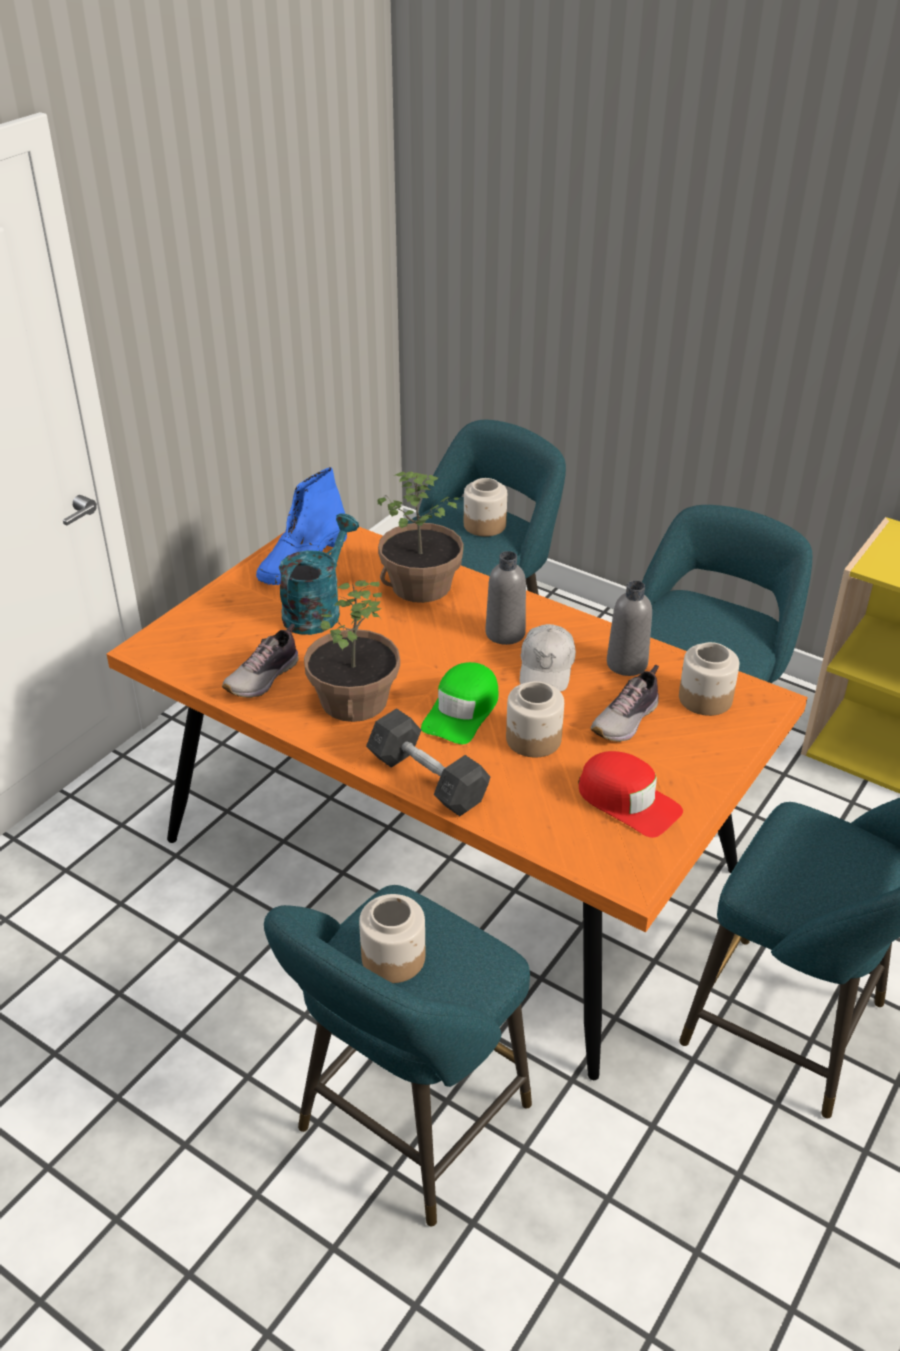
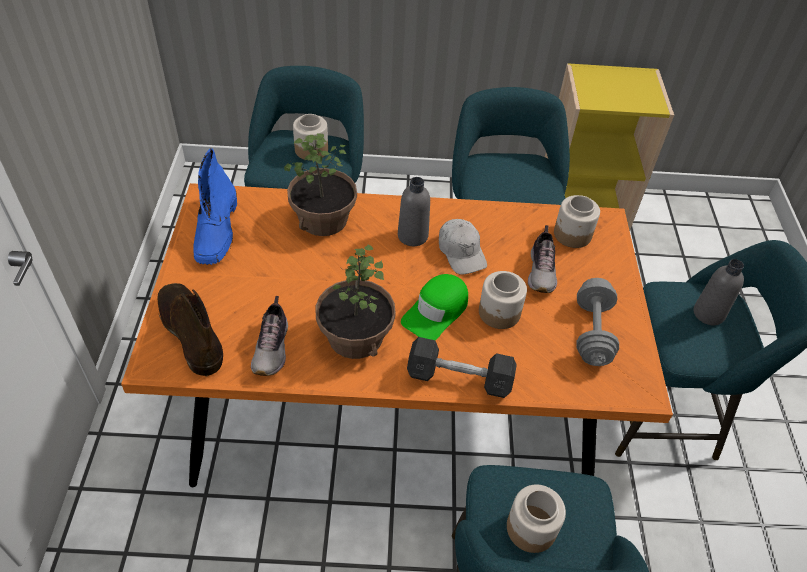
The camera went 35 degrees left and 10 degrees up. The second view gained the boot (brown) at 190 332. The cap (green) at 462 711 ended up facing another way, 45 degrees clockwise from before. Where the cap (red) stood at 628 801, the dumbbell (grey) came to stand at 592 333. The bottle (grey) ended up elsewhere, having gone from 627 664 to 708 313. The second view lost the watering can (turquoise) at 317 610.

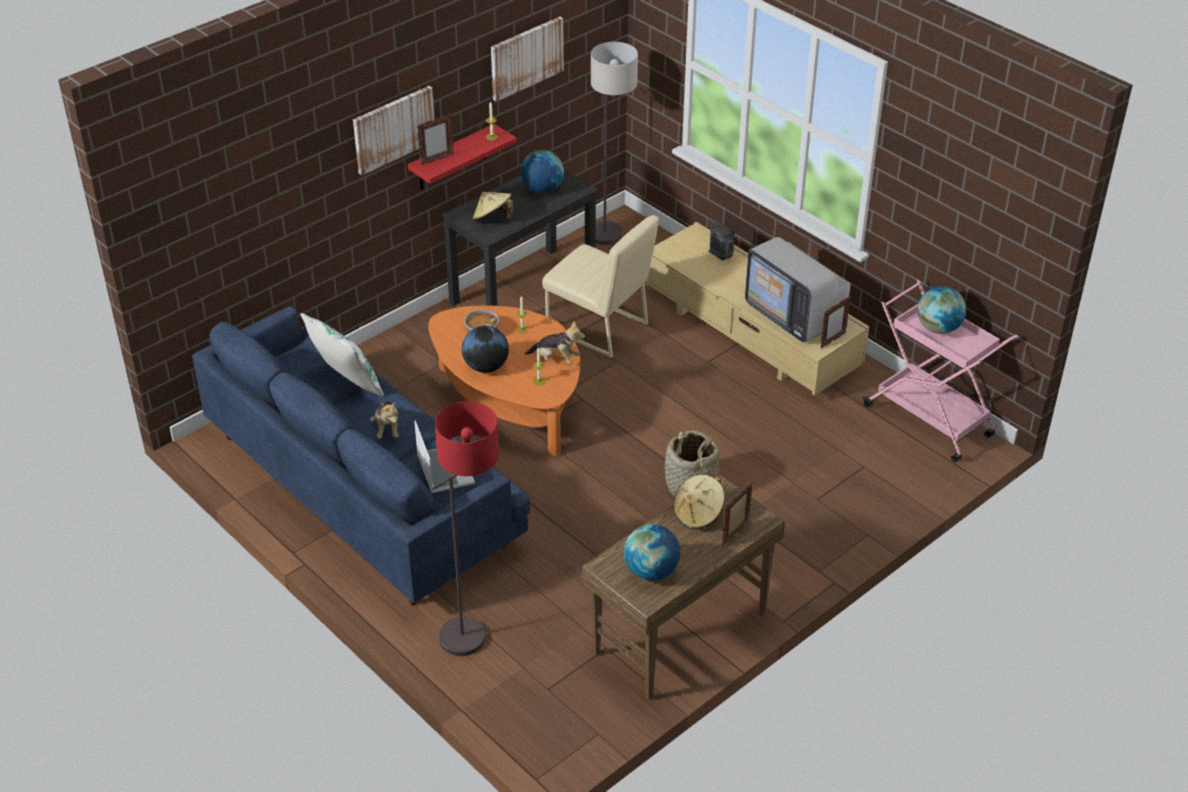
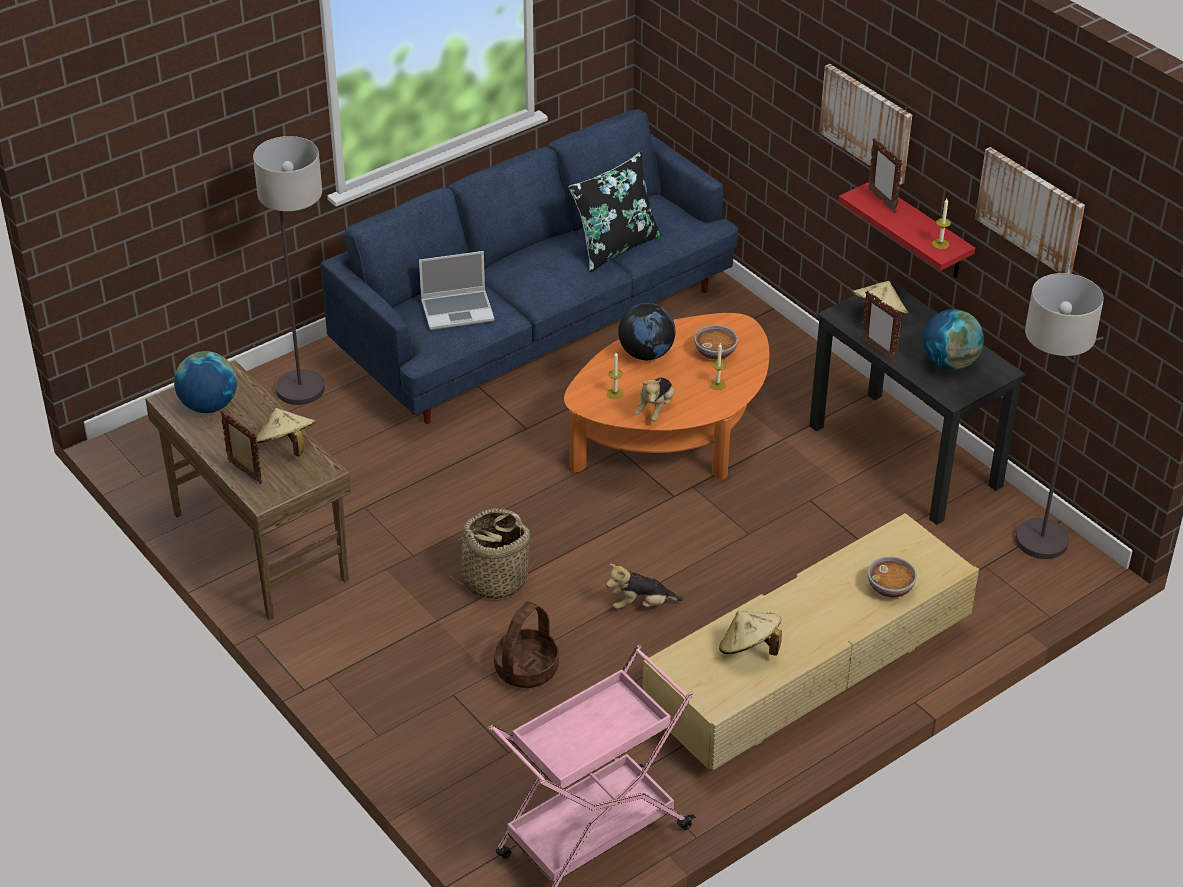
The camera went 95 degrees right and 0 degrees up. What was the floor lamp (red) at 473 631 turned into the floor lamp (grey) at 308 397. The second view gained the basket at 526 668. What was the pillow (white) at 346 384 turned into the pillow (black) at 615 247. The plush toy ended up elsewhere, having gone from 387 428 to 641 605. Where the television stood at 794 315, the hat (beige) came to stand at 749 649. The picture frame ended up elsewhere, having gone from 832 341 to 878 351. Where the radio stood at 721 257, the bowl came to stand at 890 588. The second view lost the chair (beige) at 599 327. The second view lost the globe at 938 328.

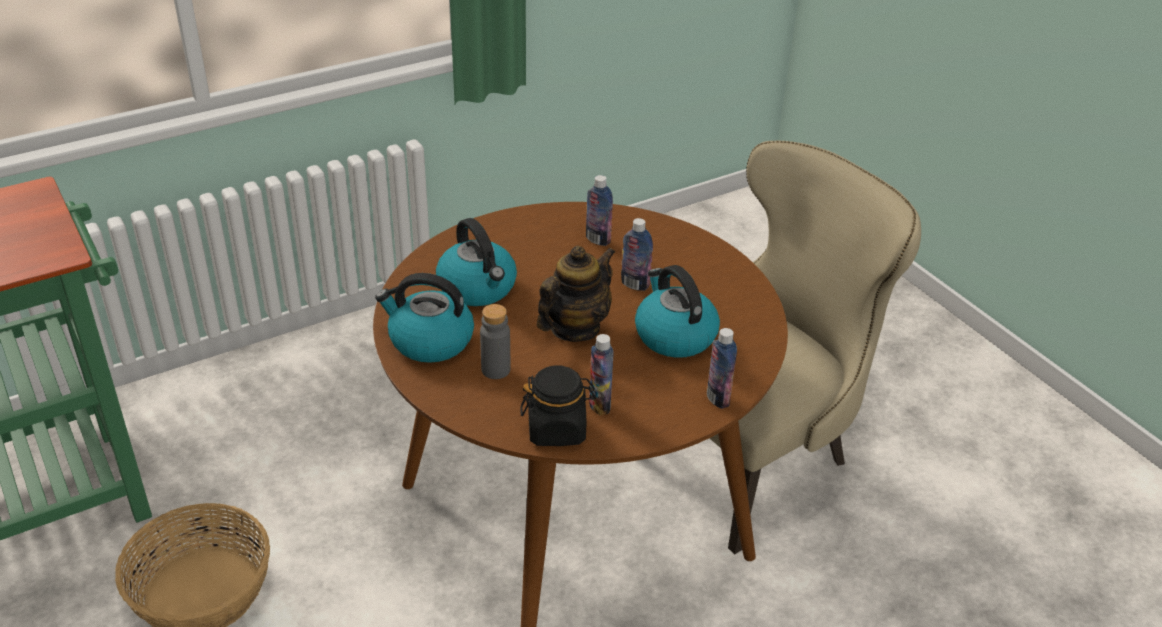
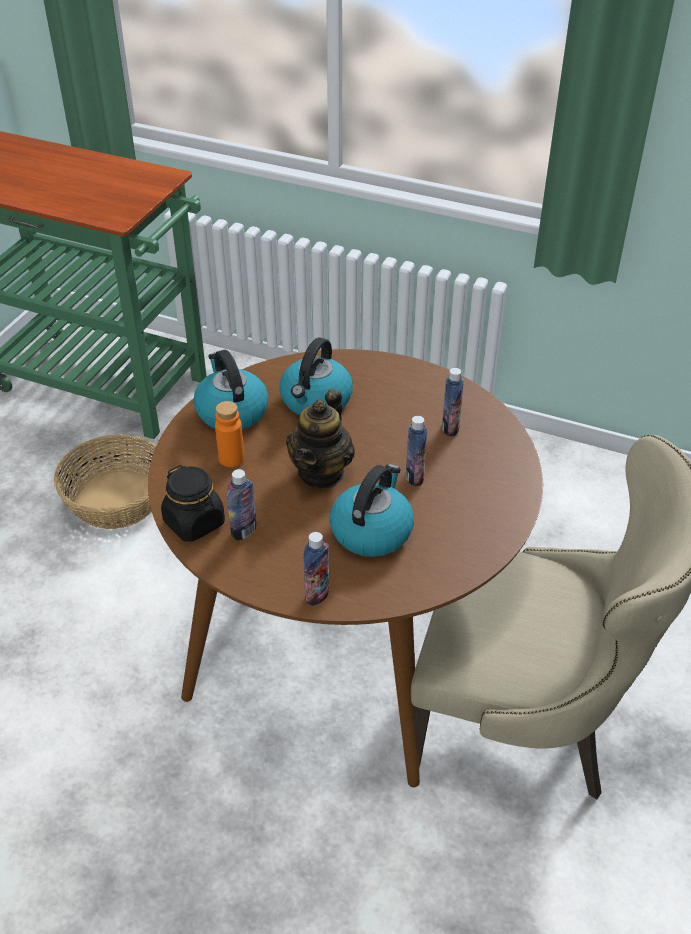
The camera went 55 degrees right and 5 degrees up. What was the bottle (grey) at 495 370 turned into the bottle (orange) at 231 458. The teapot at 574 328 ended up facing another way, 105 degrees clockwise from before.

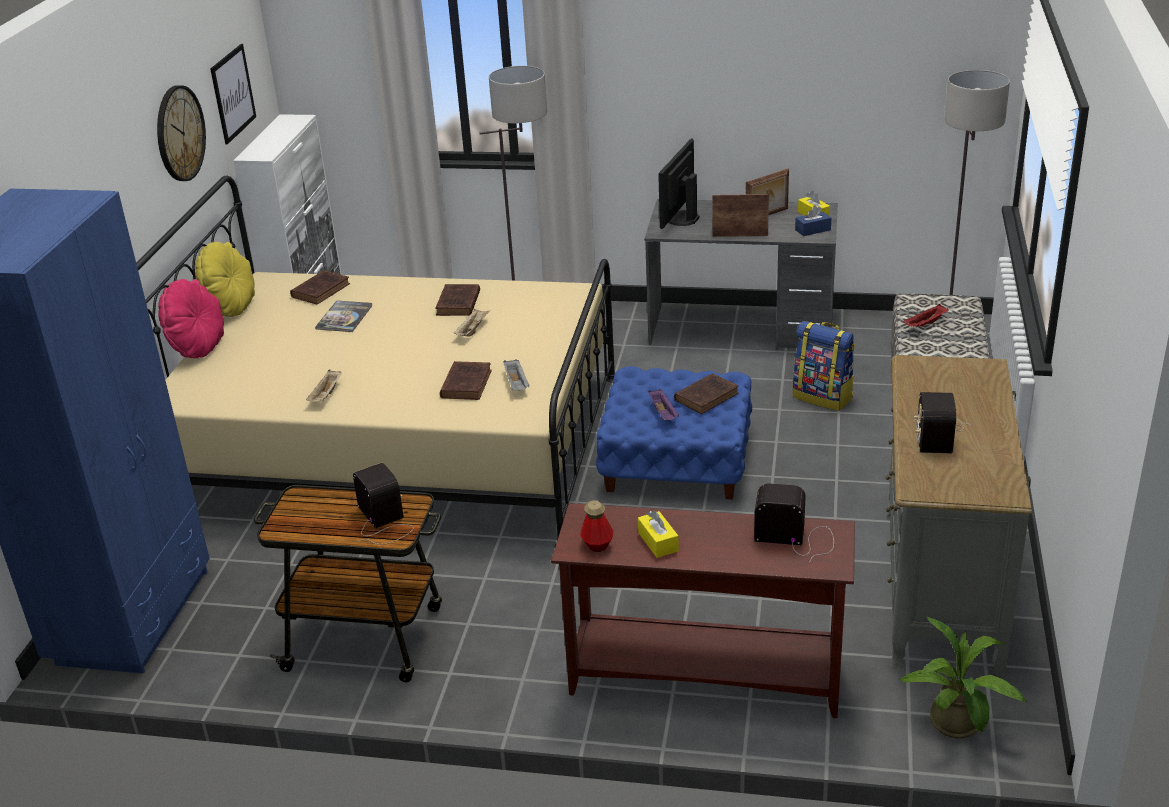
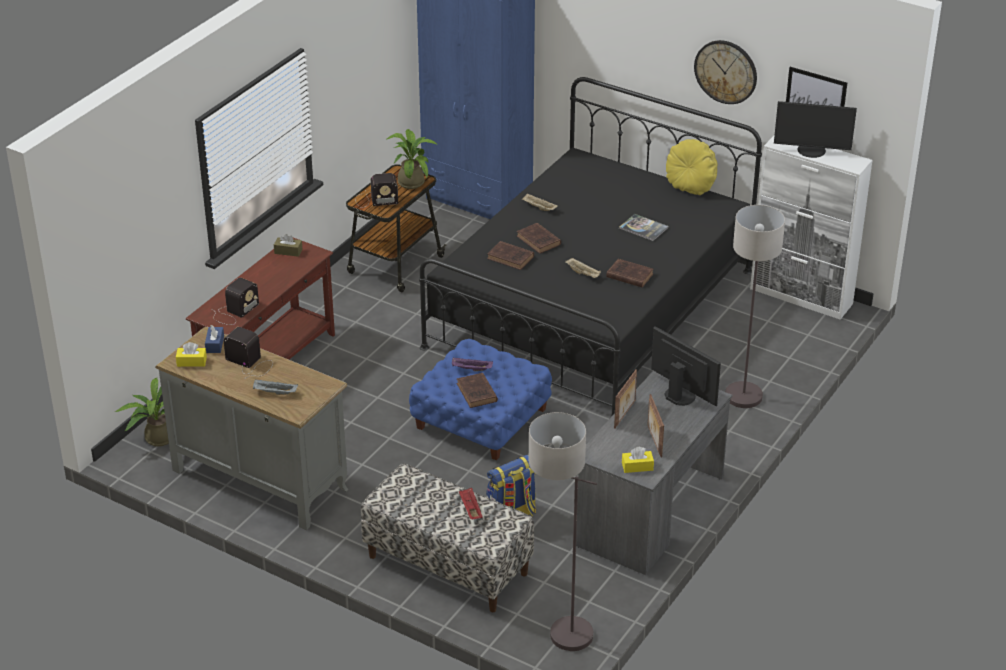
The camera went 110 degrees right and 5 degrees up. The tissue box (yellow) ended up elsewhere, having gone from 658 542 to 191 362. The tissue box (blue) ended up elsewhere, having gone from 812 230 to 215 344. The tray (grey) ended up elsewhere, having gone from 517 384 to 274 393. Where the bottle stood at 597 544, the tissue box (brown) came to stand at 288 251. The second view gained the potted plant at 412 181. What was the bed (beige) at 399 444 turned into the bed (black) at 590 308. The book (brown) ended up elsewhere, having gone from 321 290 to 539 241. The second view gained the monitor at 811 151. The second view lost the pillow (pink) at 198 350.

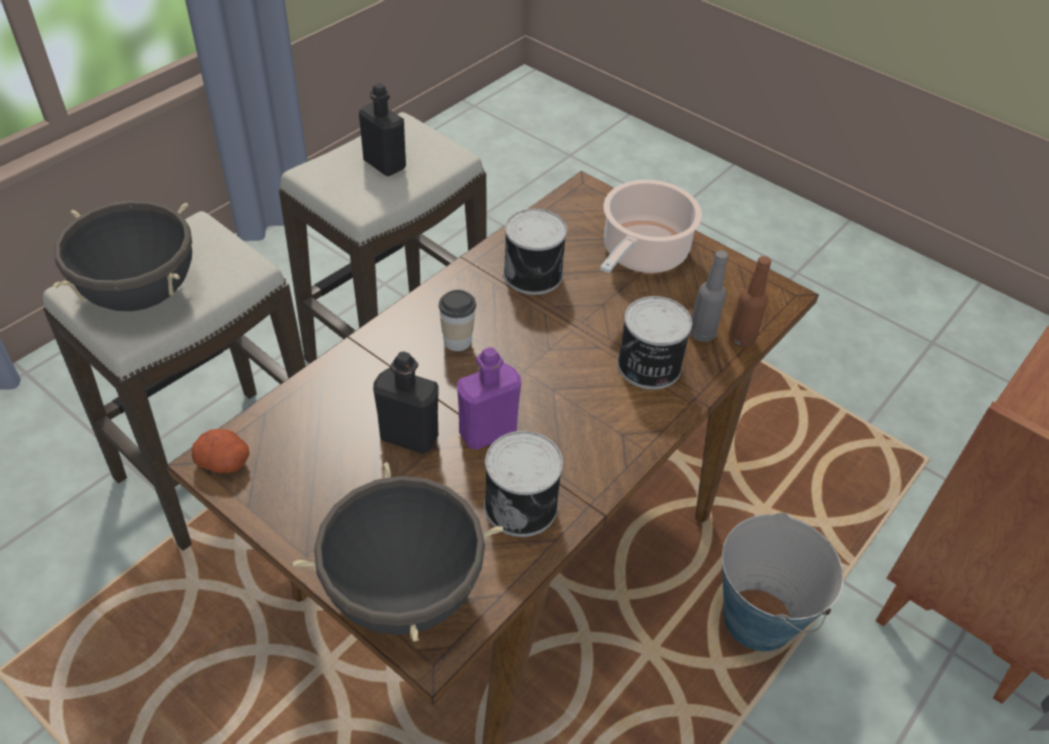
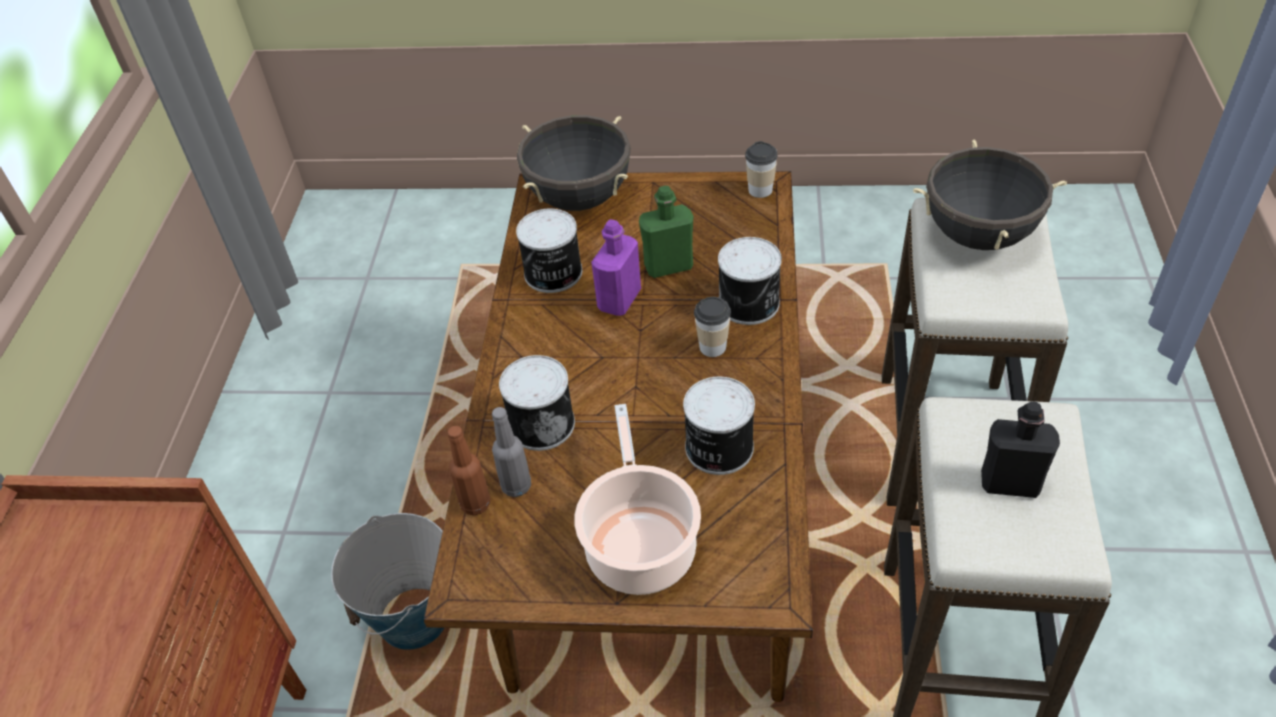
The camera went 150 degrees right and 0 degrees up. What was the bottle (black) at 409 436 turned into the bottle (green) at 668 266. The second view gained the can at 750 303. Where the potato stood at 225 462, the cup came to stand at 760 190.

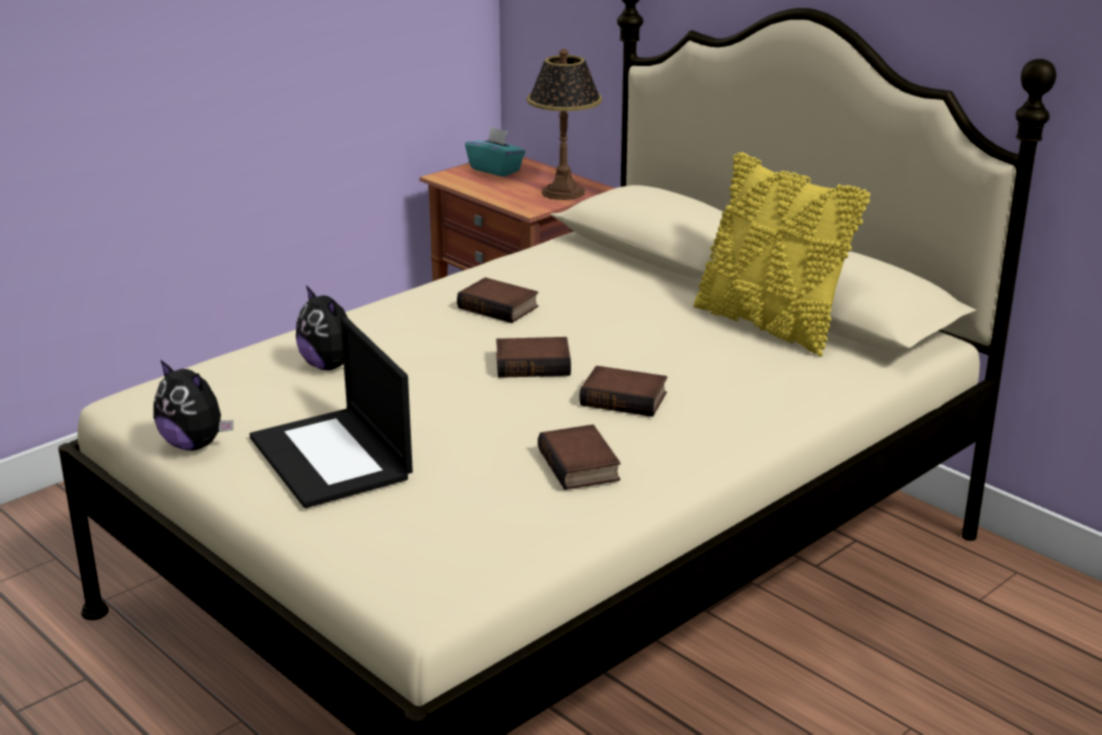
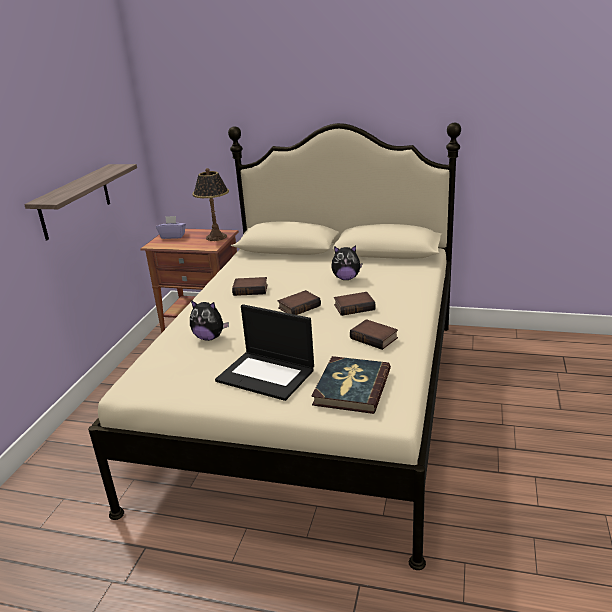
The camera went 30 degrees left and 0 degrees up. The second view gained the shelf at 75 201. What was the tissue box (turquoise) at 495 170 turned into the tissue box (purple) at 173 236. The second view gained the book at 351 387. The plush toy ended up elsewhere, having gone from 195 444 to 346 278. The second view lost the pillow (yellow) at 771 325.

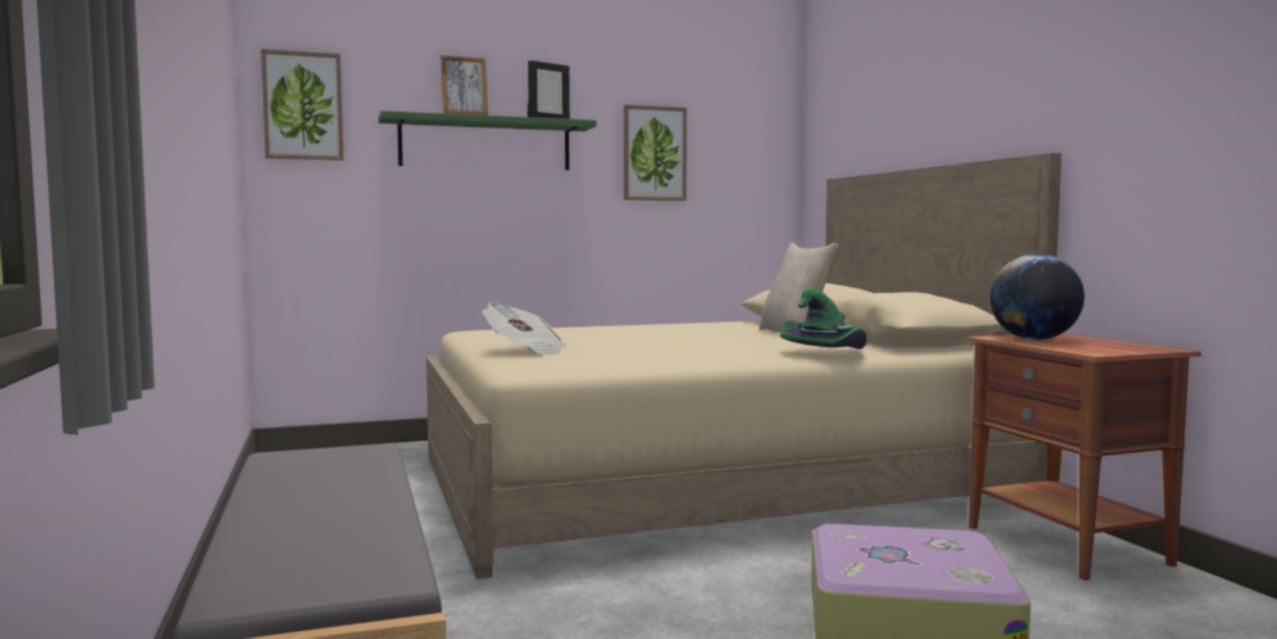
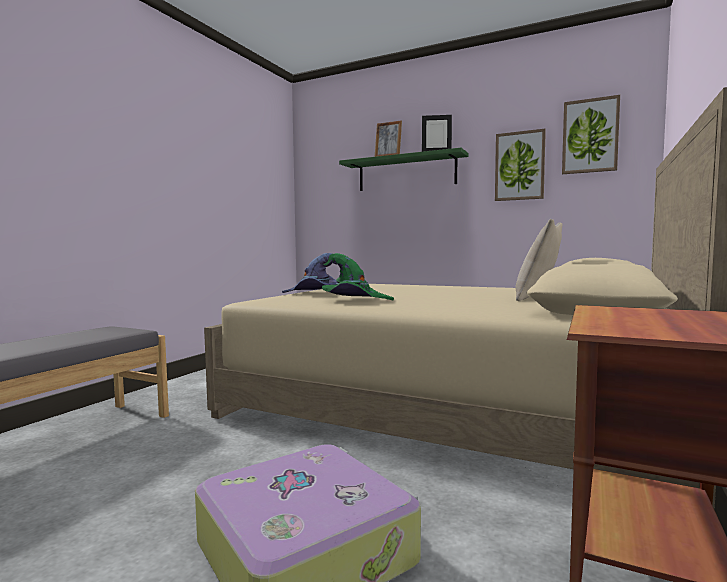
The camera went 45 degrees right and 0 degrees up. Where the newspaper stood at 525 351, the hat (purple) came to stand at 314 293. The hat (green) ended up elsewhere, having gone from 825 353 to 354 300. The picture ended up elsewhere, having gone from 303 106 to 590 136. The second view lost the globe at 1034 340.

